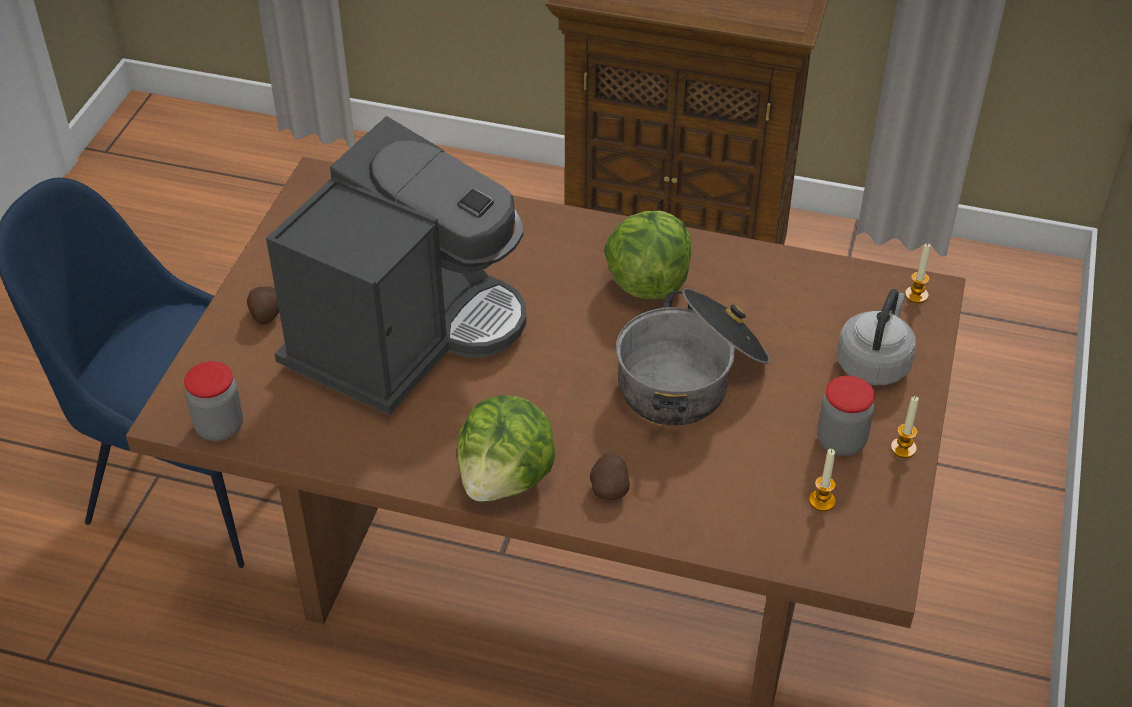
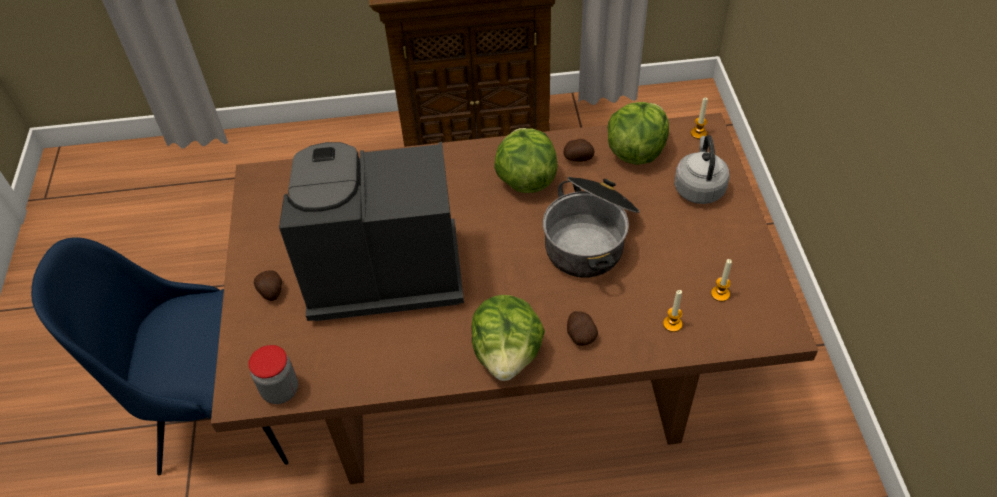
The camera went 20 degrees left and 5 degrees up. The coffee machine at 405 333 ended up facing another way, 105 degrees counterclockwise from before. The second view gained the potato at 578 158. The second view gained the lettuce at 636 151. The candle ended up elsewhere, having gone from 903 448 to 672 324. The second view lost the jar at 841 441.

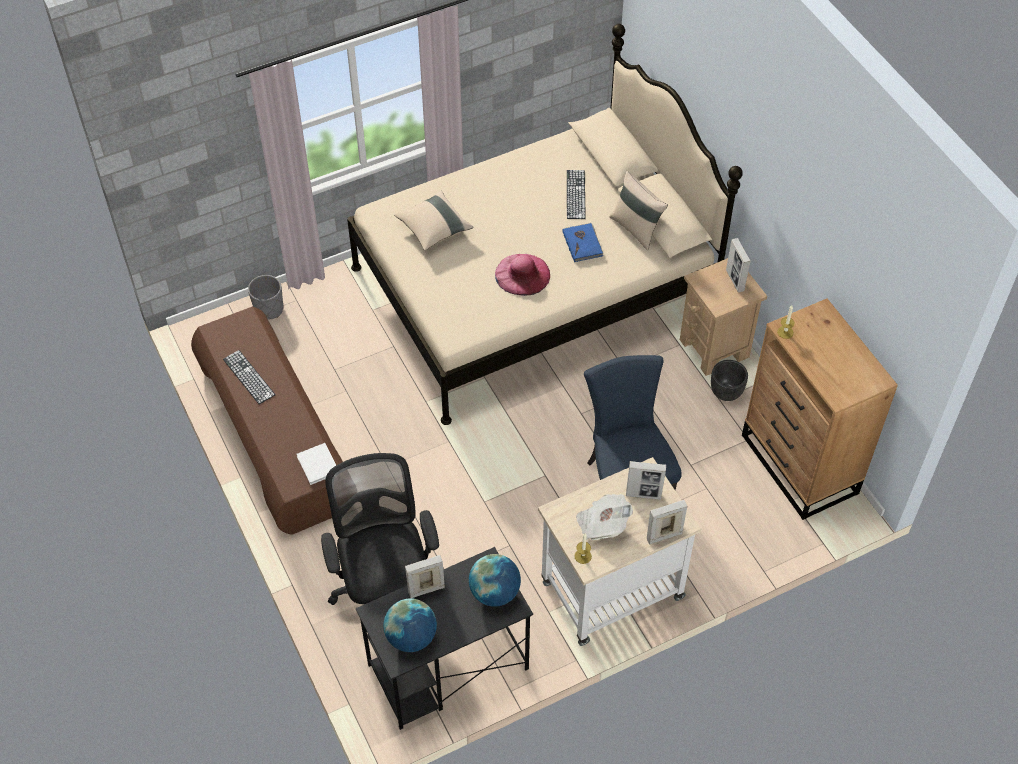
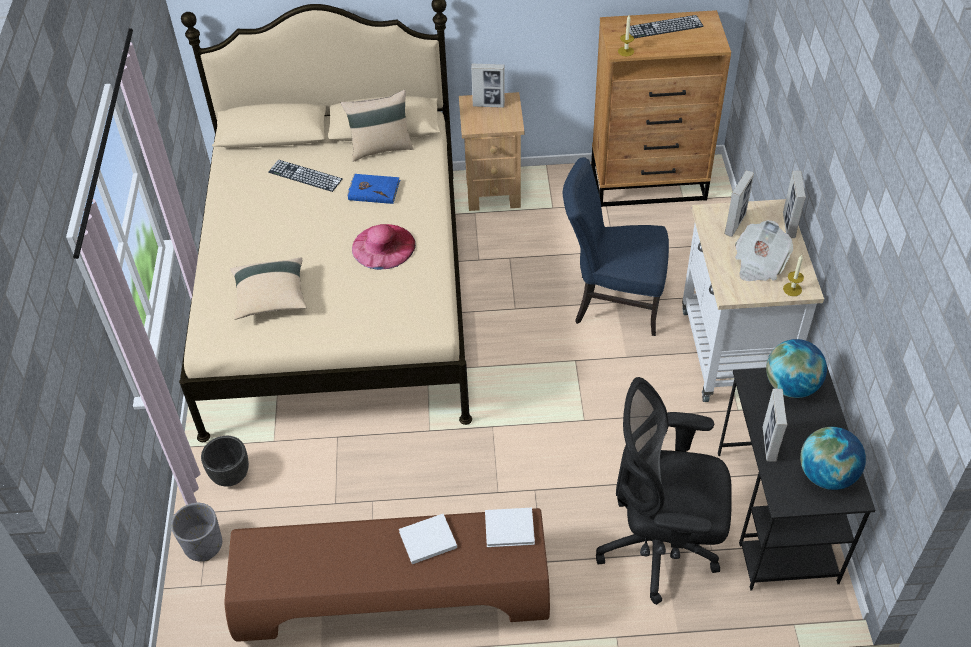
The camera went 65 degrees left and 5 degrees down. The planter (black) ended up elsewhere, having gone from 726 393 to 230 476. The second view gained the book (white) at 426 540. The keyboard ended up elsewhere, having gone from 249 377 to 664 27.

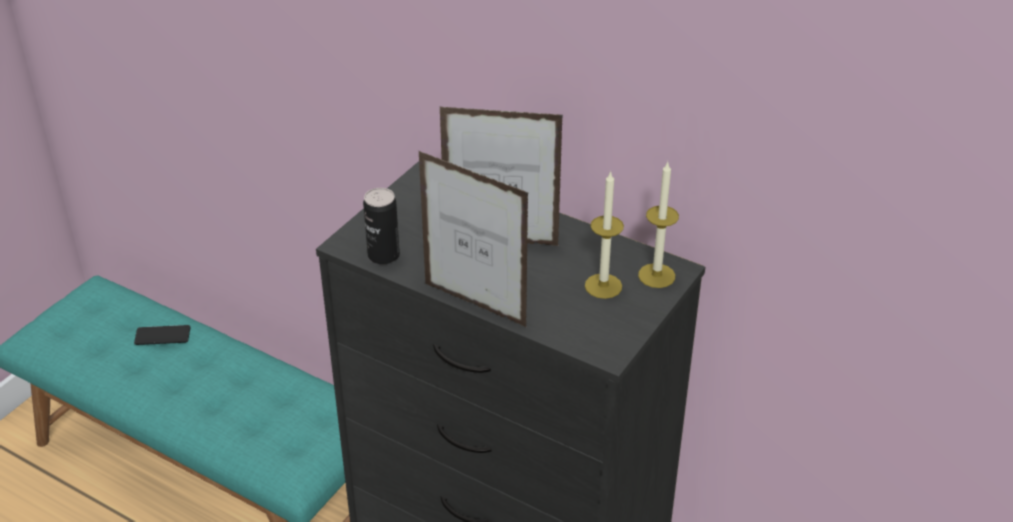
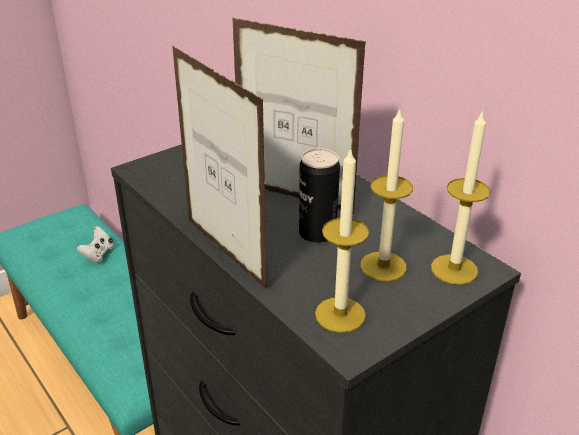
The camera went 20 degrees right and 5 degrees down. Where the phone stood at 162 336, the game controller (white) came to stand at 98 254. The can ended up elsewhere, having gone from 383 255 to 317 233. The second view gained the candle at 340 314.

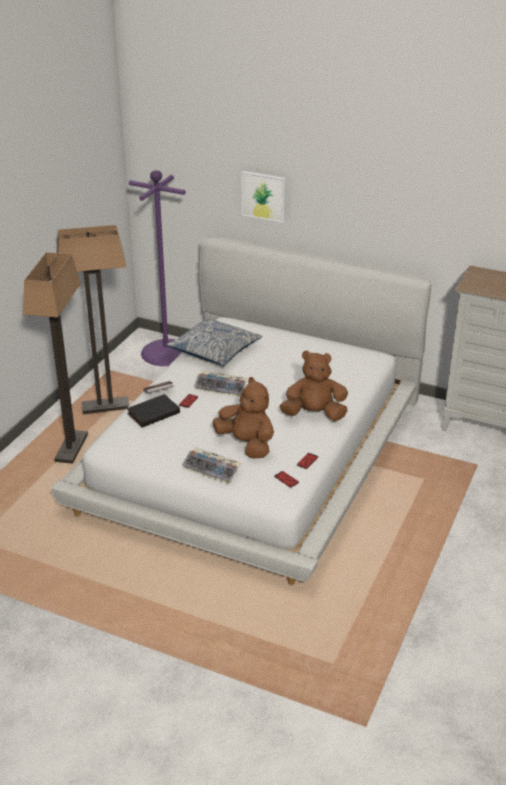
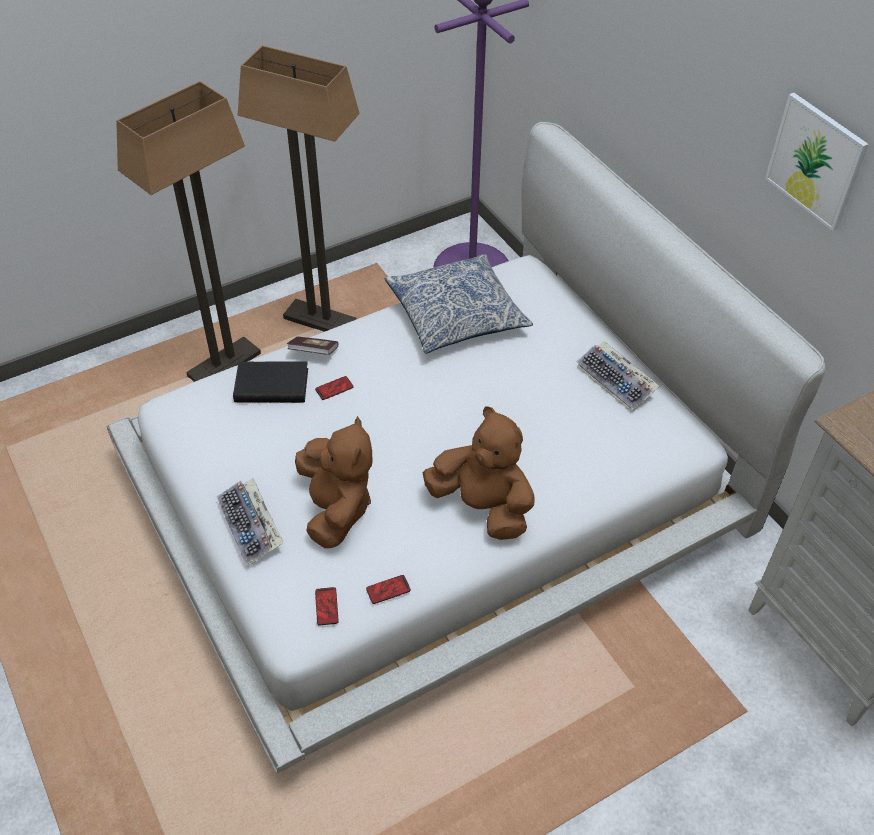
The camera went 35 degrees right and 15 degrees up. The keyboard ended up elsewhere, having gone from 221 387 to 617 381. The picture ended up elsewhere, having gone from 263 196 to 816 161.

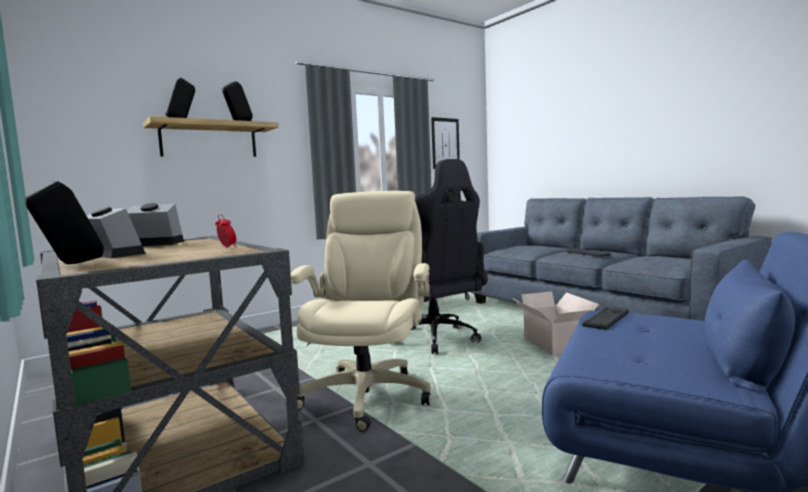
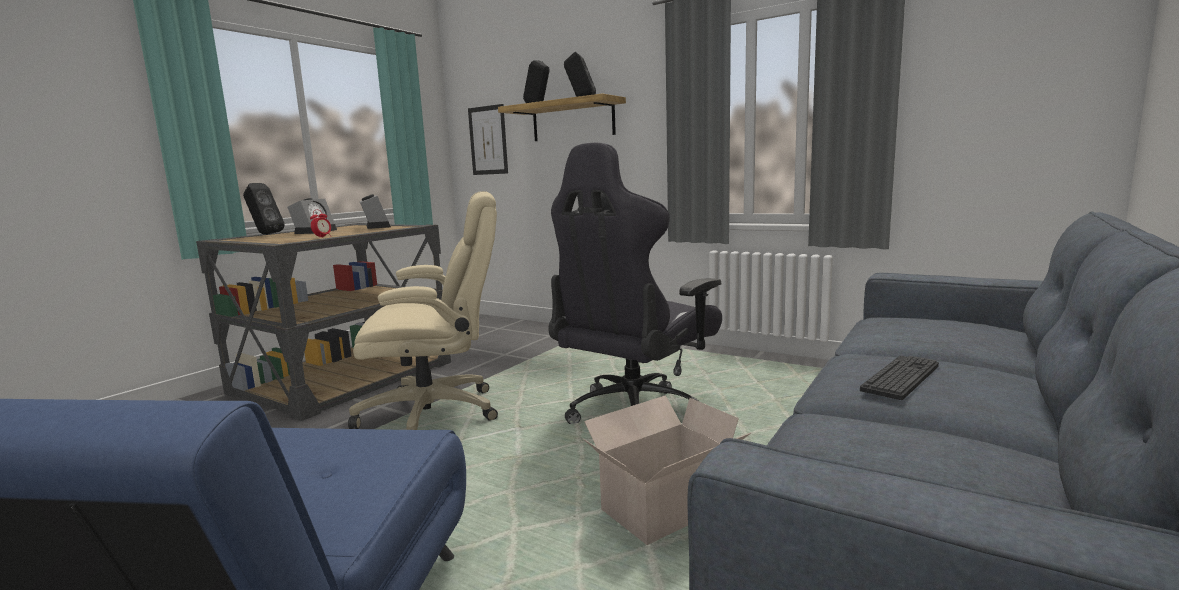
The camera went 70 degrees right and 5 degrees up. The picture ended up elsewhere, having gone from 445 143 to 488 140. The second view lost the keyboard at 606 319.

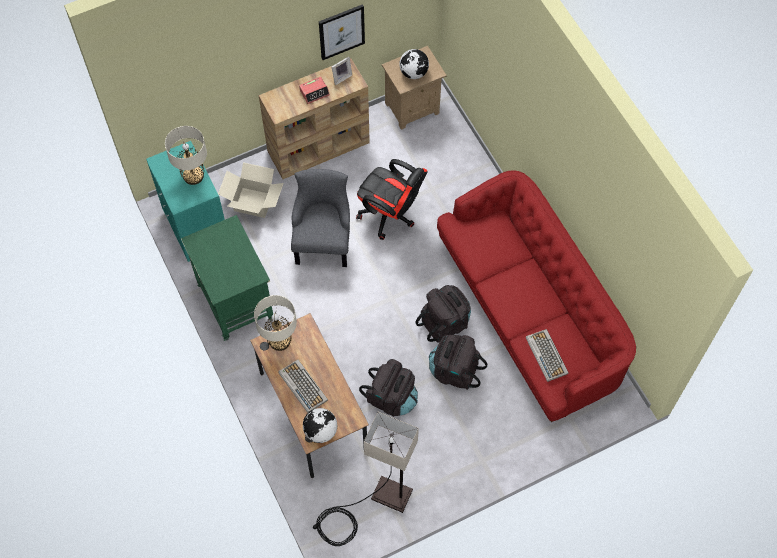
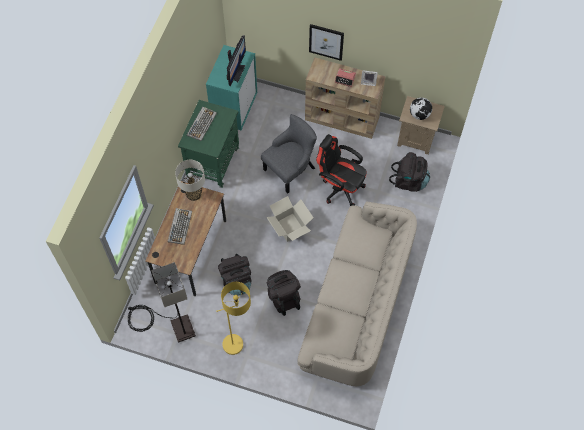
The camera went 45 degrees right and 0 degrees up. The keyboard ended up elsewhere, having gone from 546 355 to 201 124. The second view gained the floor lamp (yellow) at 239 343. Where the table lamp stood at 193 176, the monitor came to stand at 236 72. The cardboard box ended up elsewhere, having gone from 253 202 to 290 227. What was the sofa (red) at 529 313 turned into the sofa (beige) at 357 304. The picture ended up elsewhere, having gone from 341 31 to 326 41. The office chair (black) at 391 216 ended up facing another way, 135 degrees clockwise from before. The backpack (black) ended up elsewhere, having gone from 445 323 to 409 181. The second view lost the globe at 320 431.

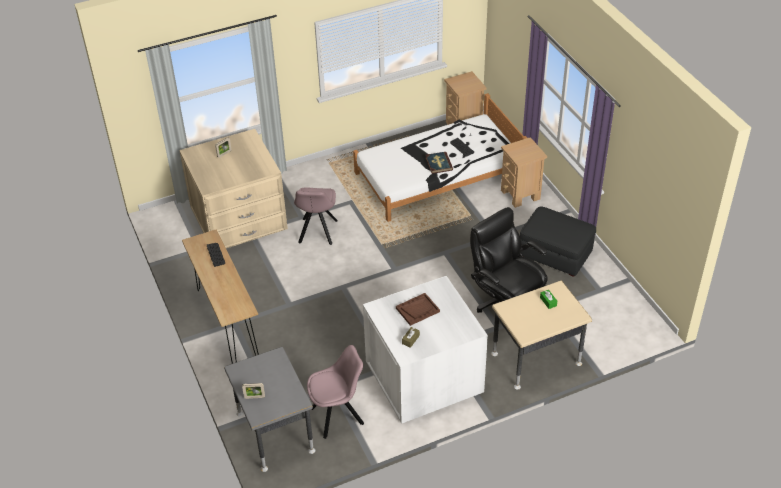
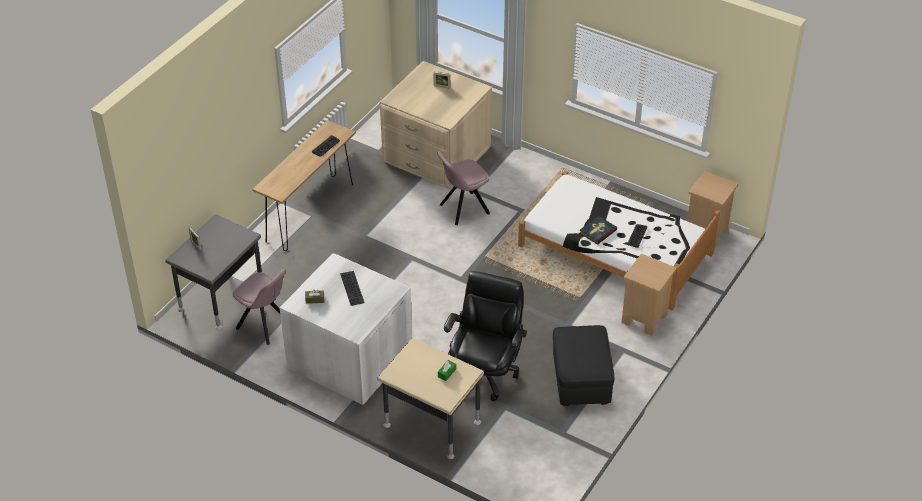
The camera went 55 degrees right and 0 degrees up. Where the tray (brown) stood at 417 310, the keyboard came to stand at 353 288.

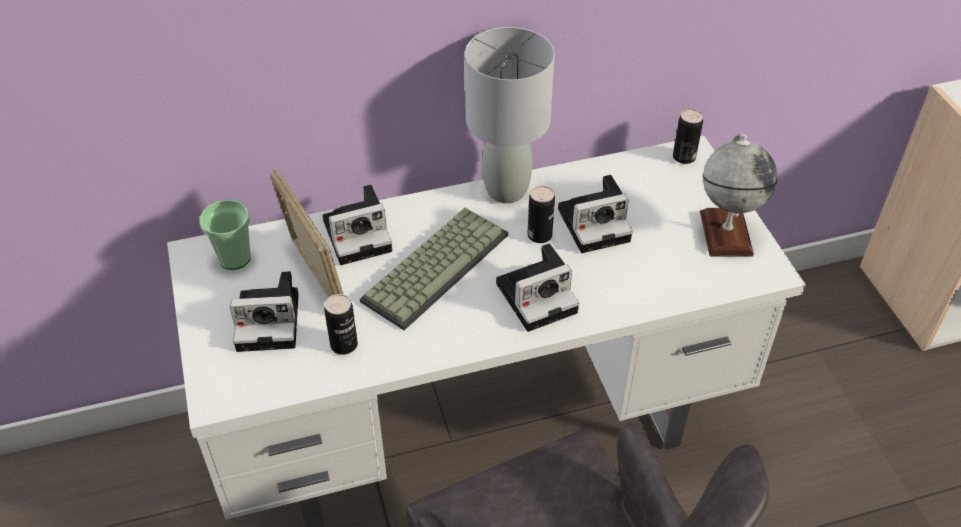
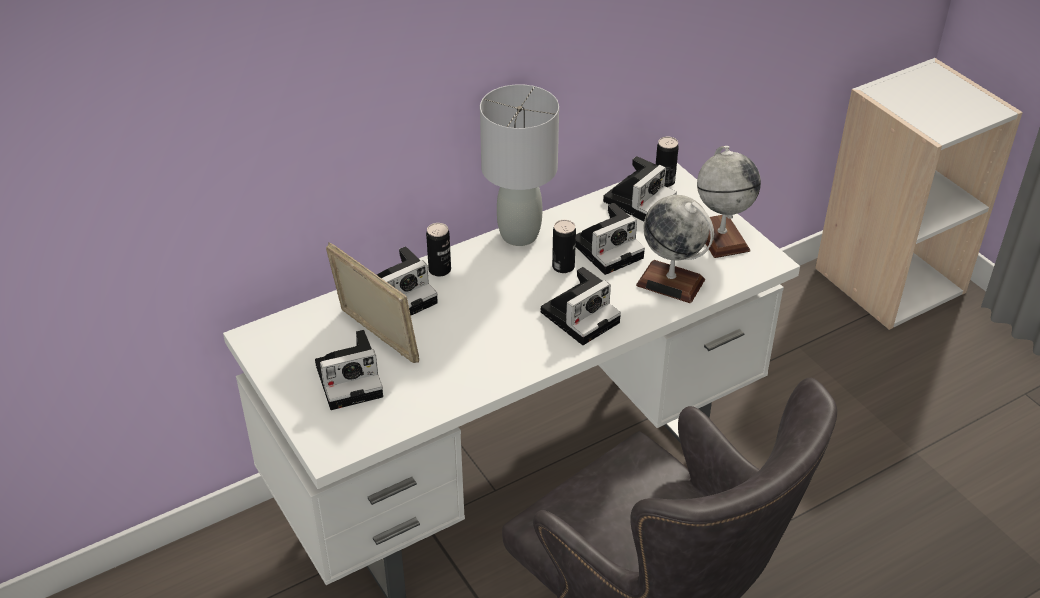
The camera went 15 degrees left and 5 degrees down. The can ended up elsewhere, having gone from 344 345 to 439 270. The second view gained the photo camera at 640 200. The second view gained the globe at 671 282. The second view lost the cup at 234 258. The second view lost the keyboard at 435 265.

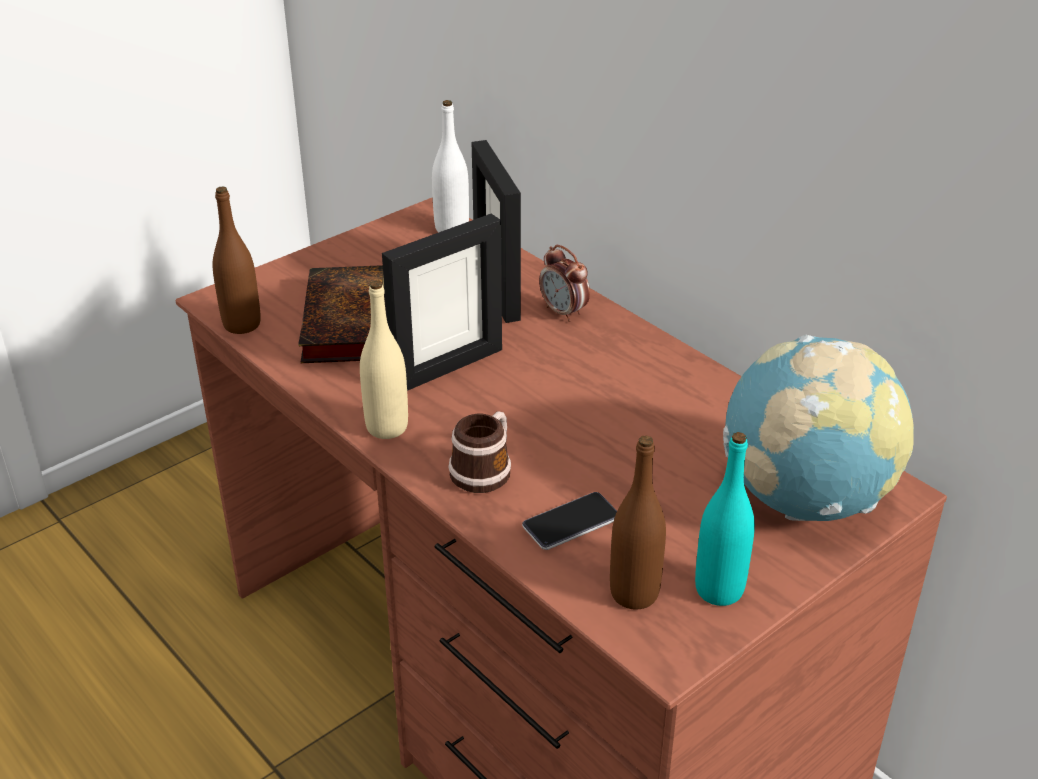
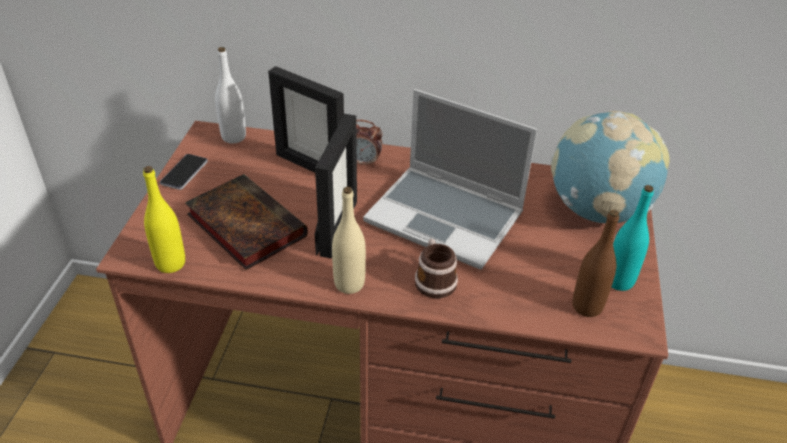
The camera went 40 degrees left and 5 degrees up. What was the bottle (brown) at 242 324 turned into the bottle (yellow) at 170 263. The phone ended up elsewhere, having gone from 571 522 to 184 172. The second view gained the laptop at 447 218.

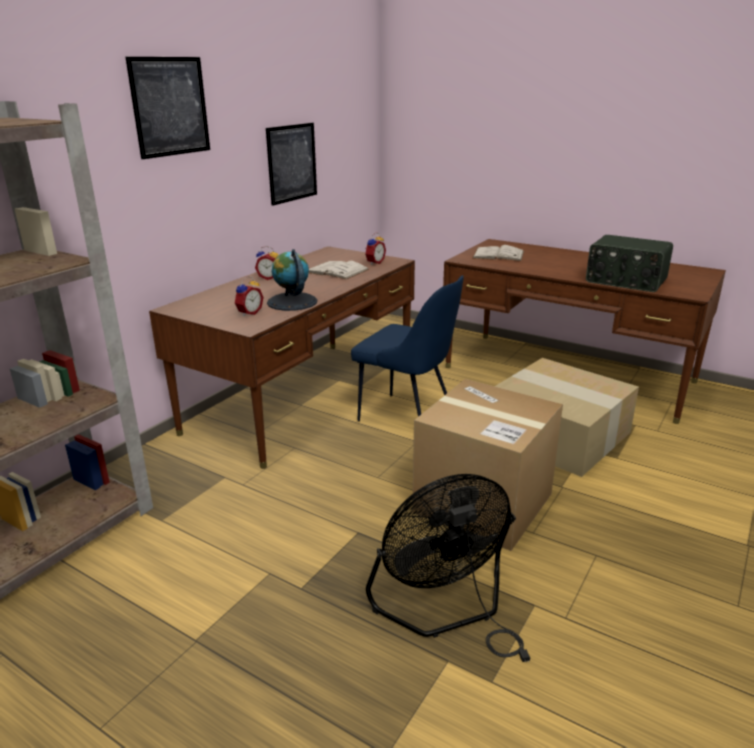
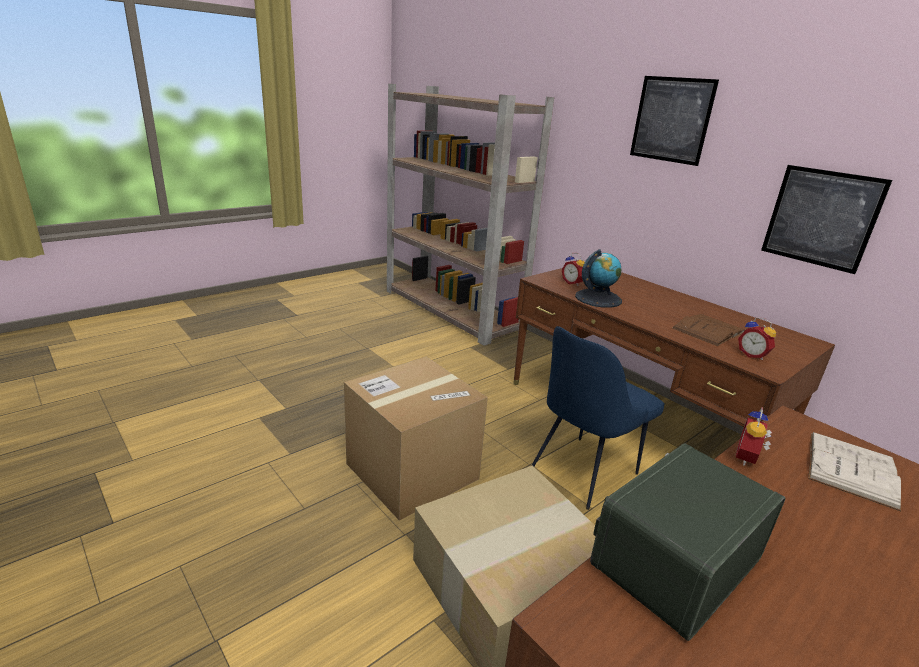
The camera went 105 degrees right and 0 degrees up. What was the book (white) at 336 271 turned into the book (brown) at 708 330. The alarm clock ended up elsewhere, having gone from 270 278 to 748 459. The second view lost the fan (black) at 455 610.

